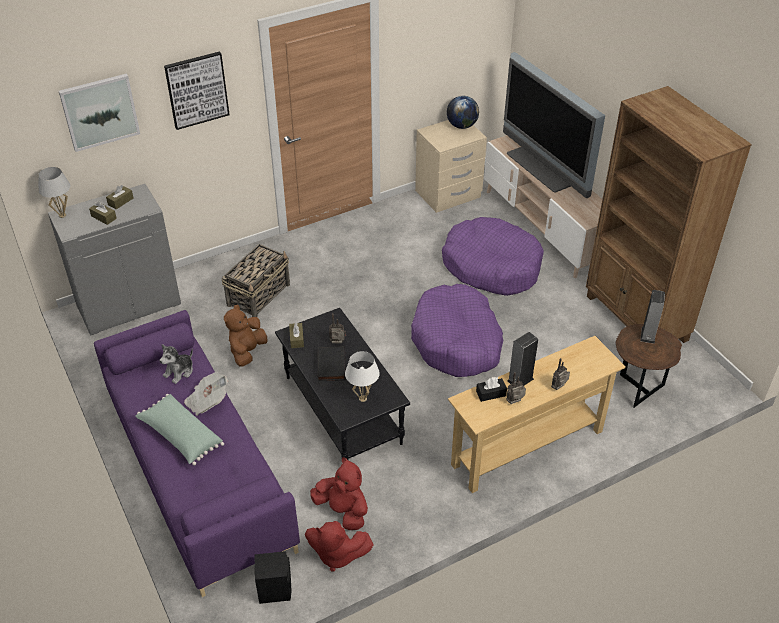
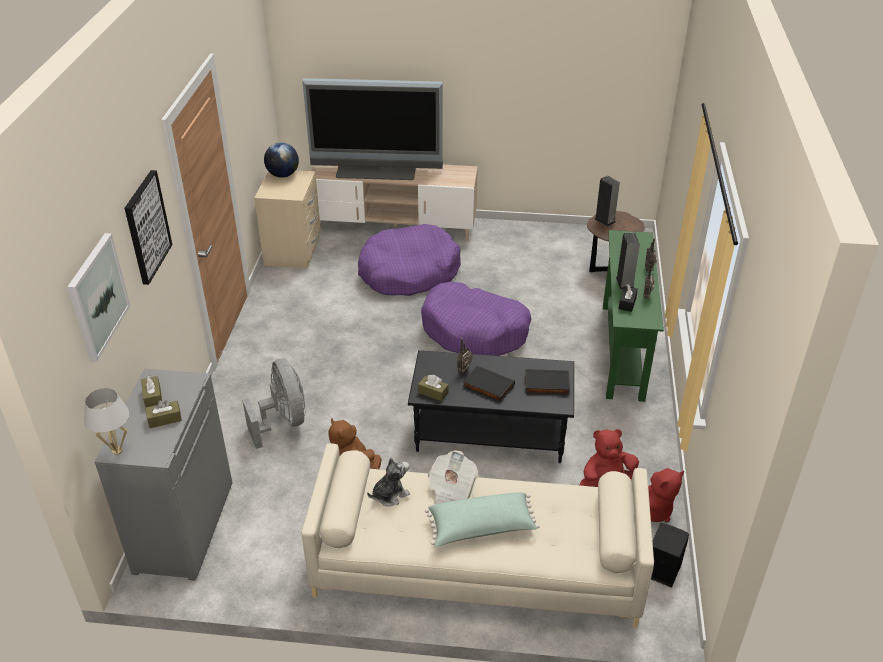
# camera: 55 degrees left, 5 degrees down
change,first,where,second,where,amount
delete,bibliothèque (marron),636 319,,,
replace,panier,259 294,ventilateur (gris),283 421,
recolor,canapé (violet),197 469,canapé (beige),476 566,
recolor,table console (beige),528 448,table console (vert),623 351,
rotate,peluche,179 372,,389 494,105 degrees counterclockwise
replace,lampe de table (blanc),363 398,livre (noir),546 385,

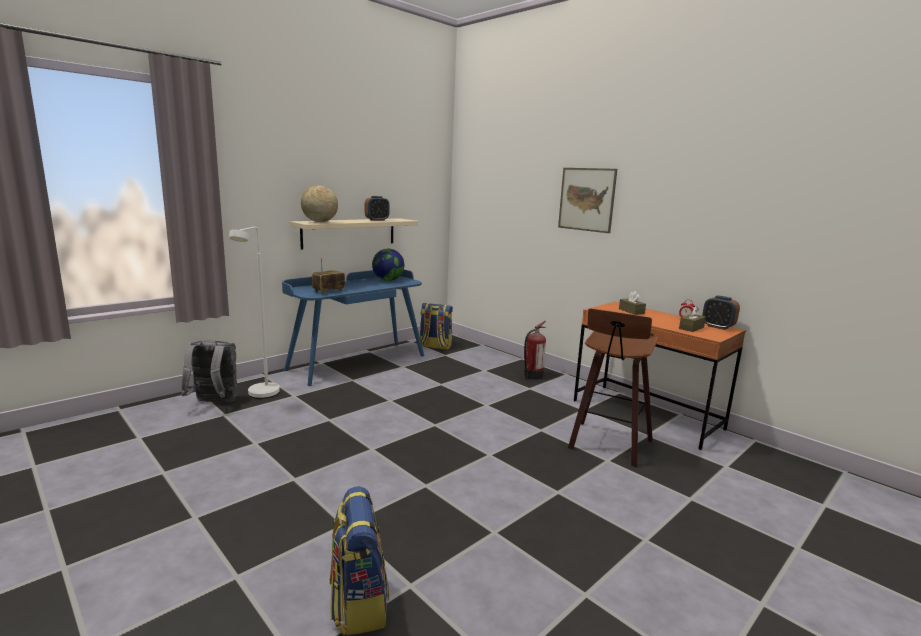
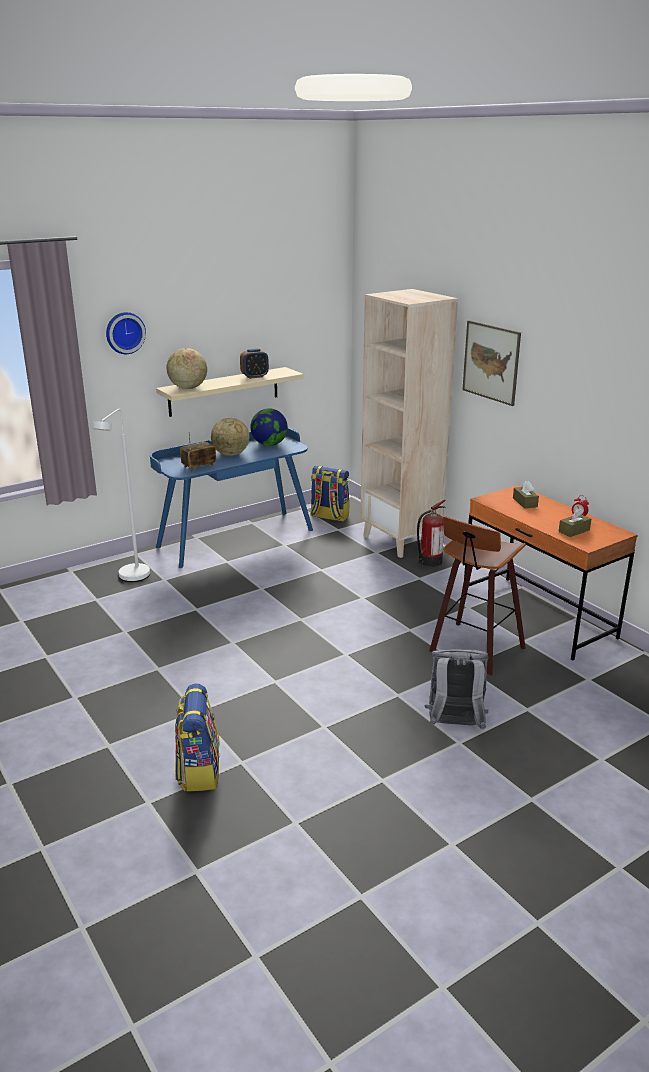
# camera: 10 degrees right, 10 degrees up
change,first,where,second,where,amount
delete,réveil,717 327,,,
move,sac à dos (gris),214 403,,454 725,
insert,,,bibliothèque (beige),401 541,
insert,,,horloge murale,124 332,
insert,,,globe,231 454,

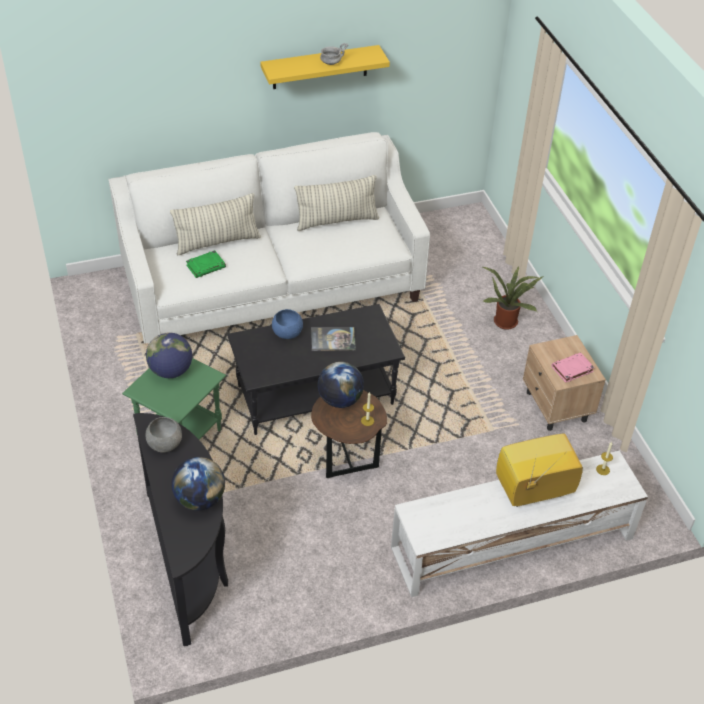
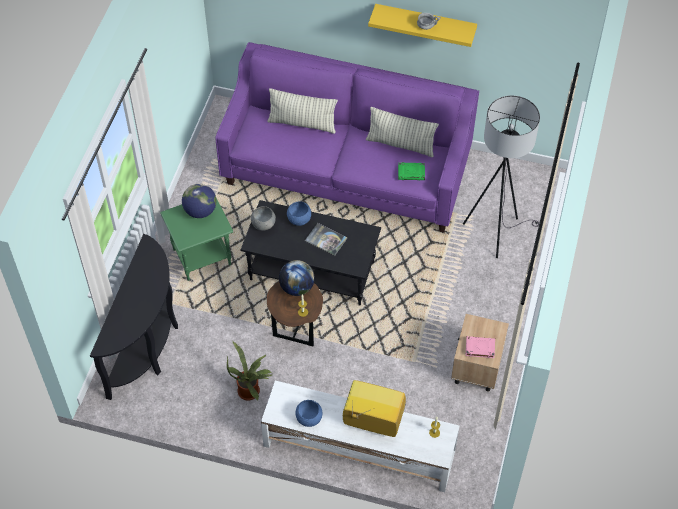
# camera: 35 degrees right, 10 degrees up
change,first,where,second,where,amount
recolor,canapé (blanc),271 286,canapé (violet),346 169,
move,livre (vert),206 266,,411 173,
move,plante en pot,506 320,,251 390,
move,bol (gris),165 444,,263 224,
delete,globe,200 499,,,
insert,,,lampadaire (gris),495 230,
insert,,,bol (bleu),309 418,

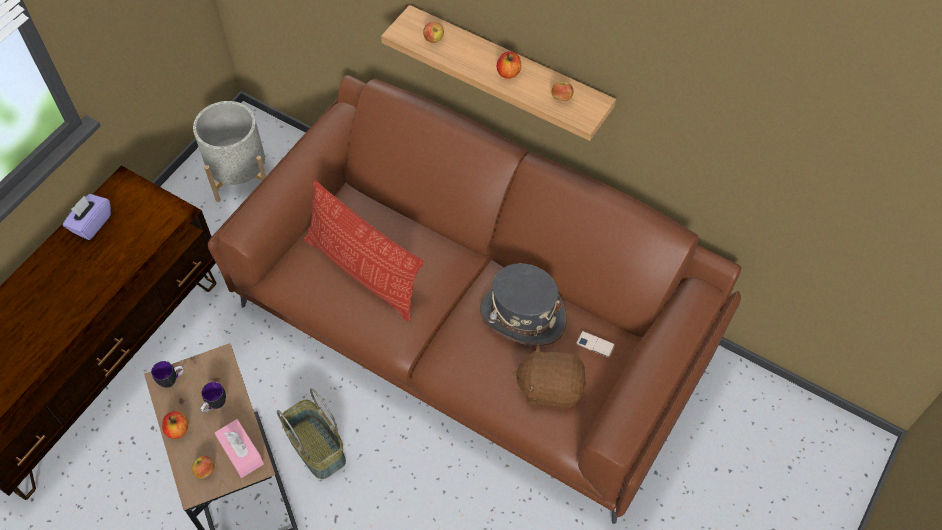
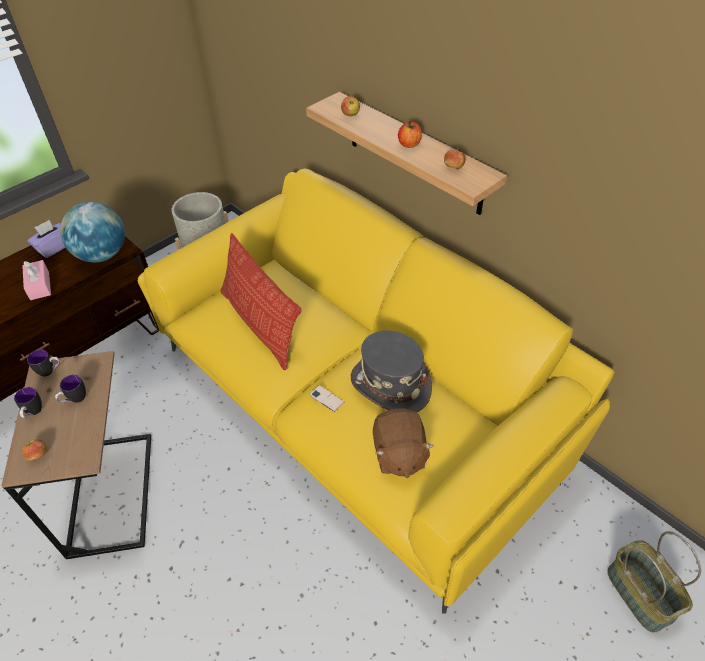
# camera: 15 degrees right, 10 degrees down
change,first,where,second,where,amount
recolor,canapé (marron),473 332,canapé (jaune),356 407,
move,téléphone,595 344,,326 398,
rotate,peluche (marron),550 387,,398 454,120 degrees counterclockwise
move,panier,318 447,,641 594,
replace,pomme,178 429,mug,33 413,
move,boîte à mouchoirs (rose),241 452,,39 285,
insert,,,globe,102 254,

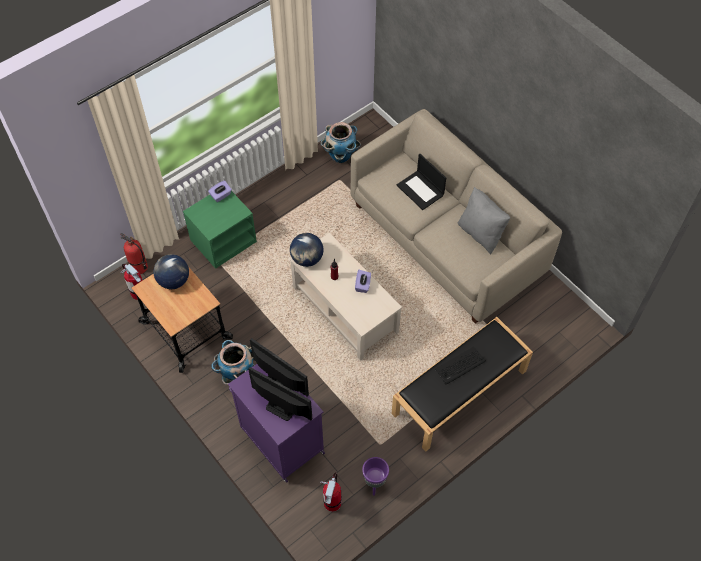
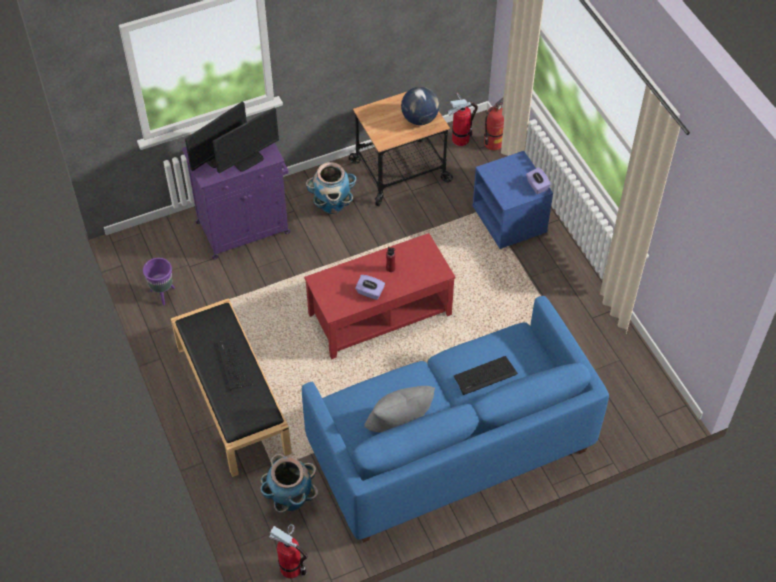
# camera: 105 degrees right, 5 degrees down
change,first,where,second,where,amount
recolor,canapé (beige),446 239,canapé (bleu),449 446,
move,cache-pot,340 156,,290 499,
replace,ordinateur portable,421 190,clavier,485 376,
recolor,table de chevet (vert),223 240,table de chevet (bleu),510 220,
delete,globe,307 259,,,
recolor,table basse (beige),345 309,table basse (rouge),380 315,
move,extincteur,332 502,,291 568,

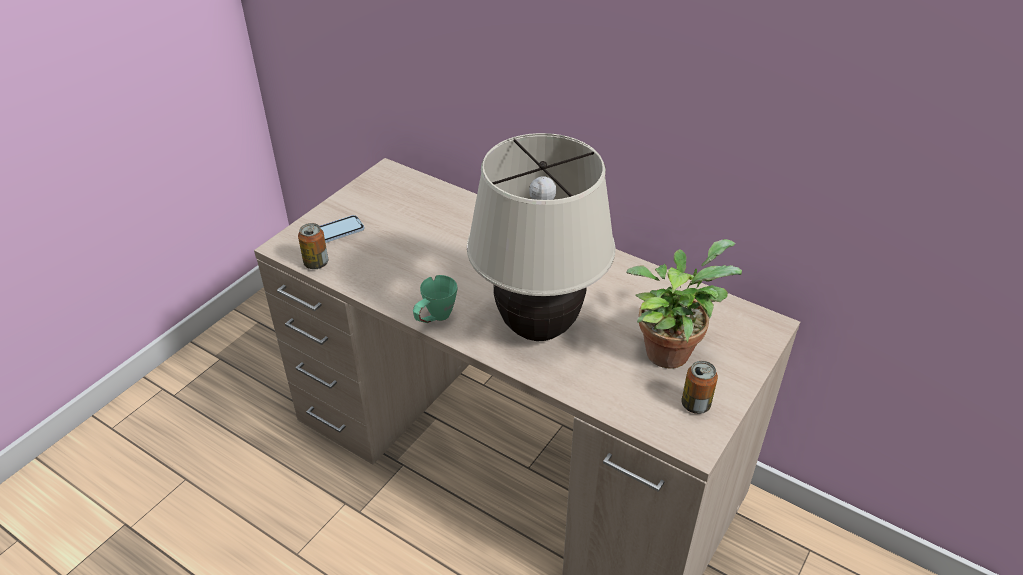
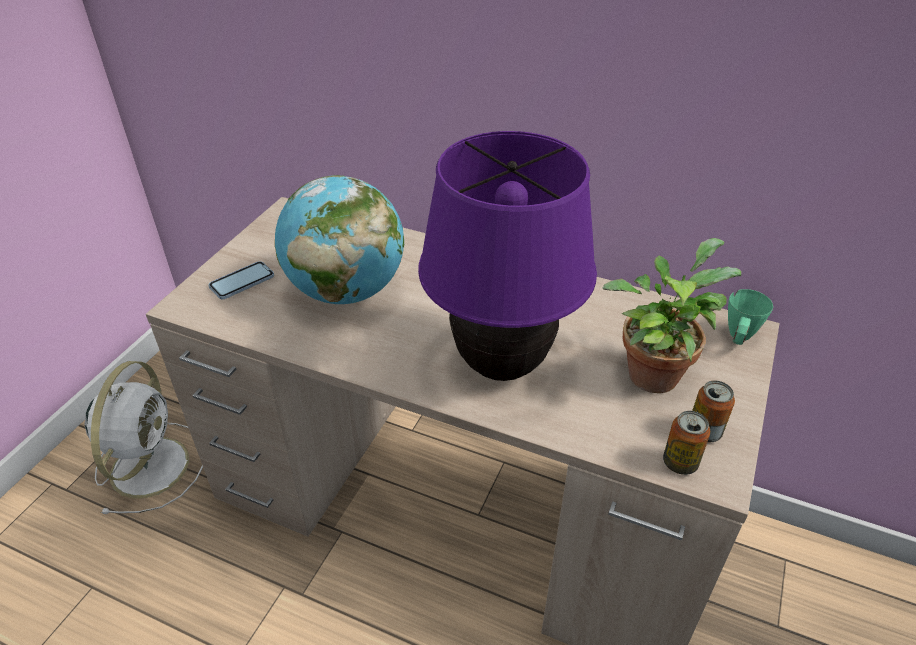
# camera: 10 degrees left, 0 degrees up
change,first,where,second,where,amount
recolor,lampe de table (beige),537 328,lampe de table (violet),500 365,
move,boîte métallique,316 263,,680 462,
move,mug (vert),435 319,,738 340,
insert,,,globe,346 291,
insert,,,ventilateur (blanc),151 464,

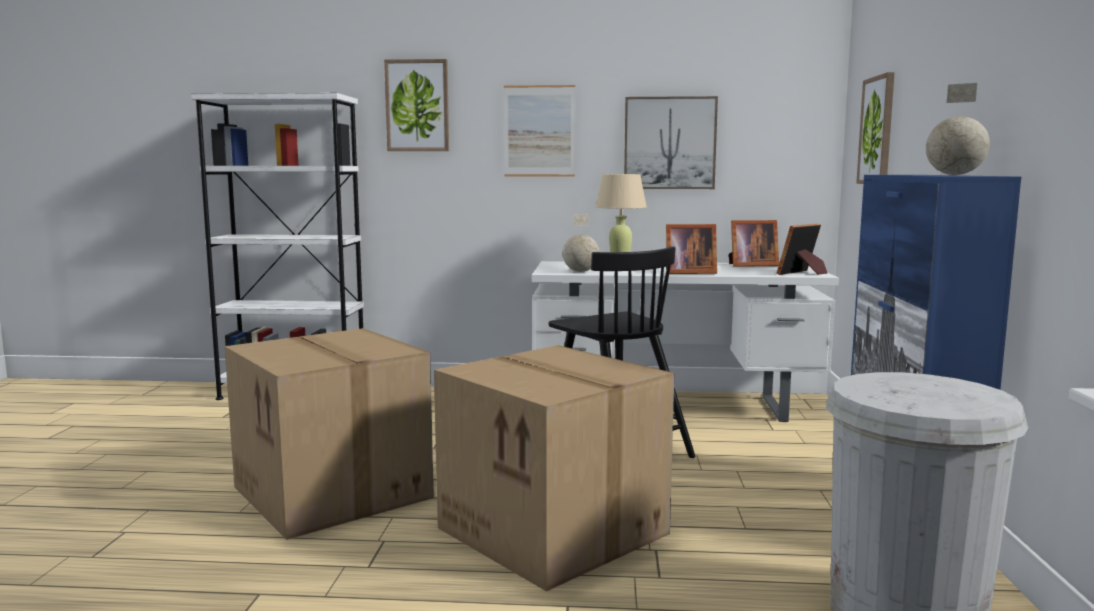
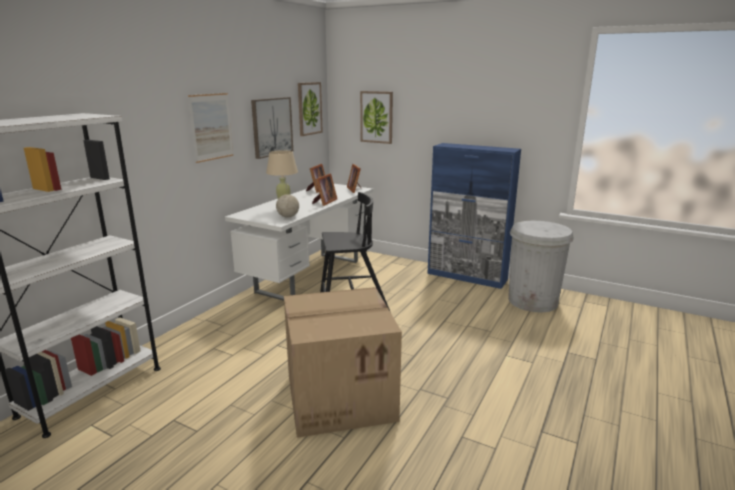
# camera: 65 degrees left, 10 degrees up
change,first,where,second,where,amount
move,tableau,417 106,,309 108,
delete,globe,955 175,,,
delete,carton,556 531,,,

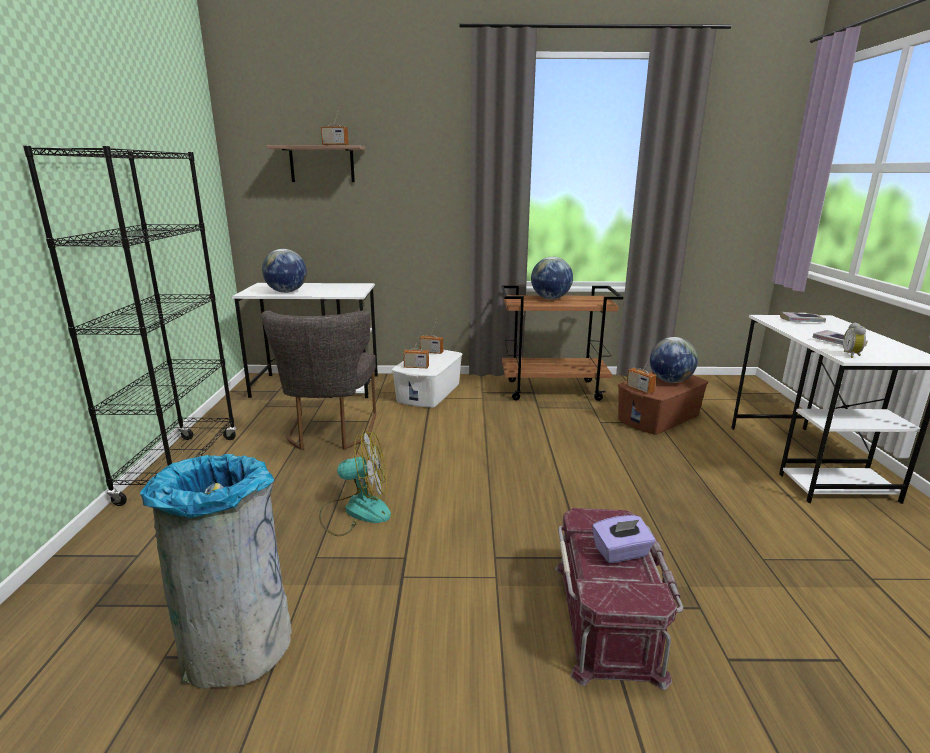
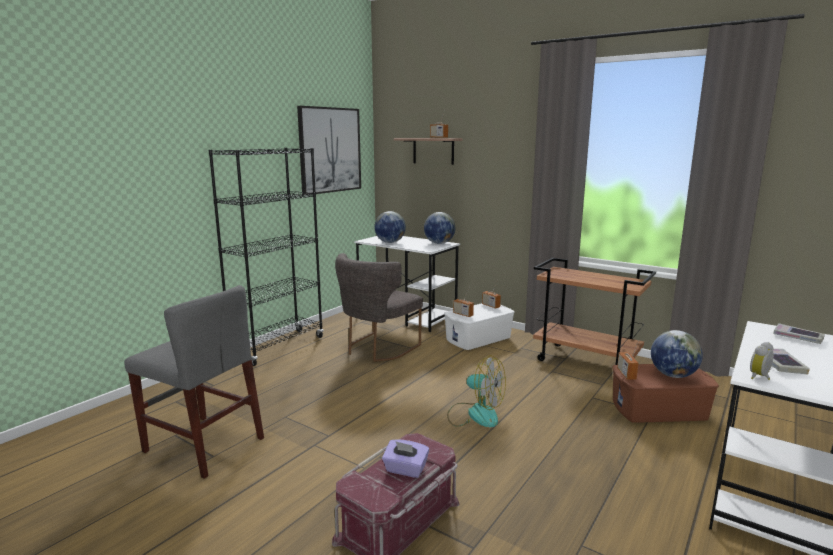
# camera: 35 degrees right, 5 degrees down
change,first,where,second,where,amount
move,globe,550 298,,439 243,
move,ventilateur,356 511,,475 414,
replace,poubelle (gris),238 648,chaise (gris),204 445,
insert,,,tableau,330 150,

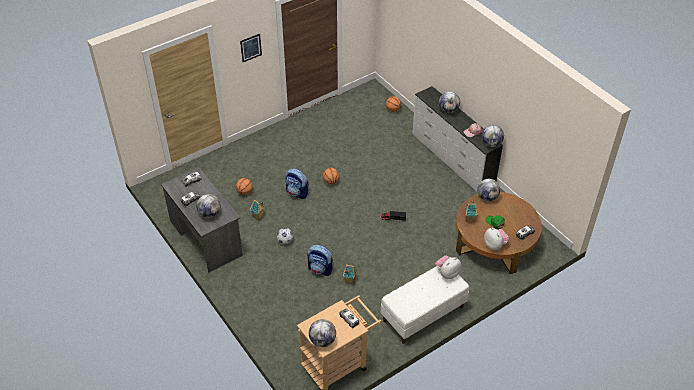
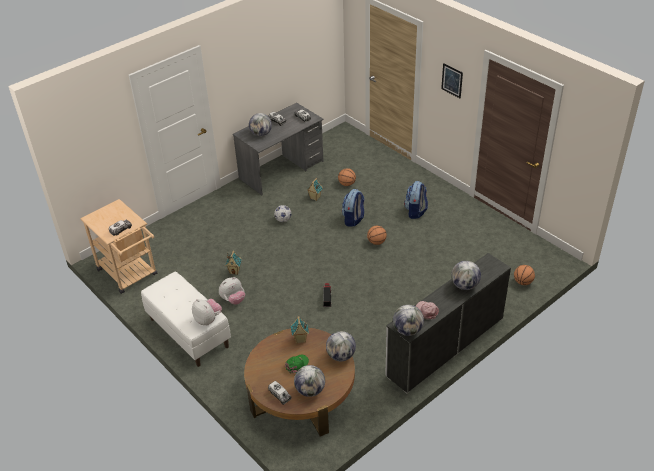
# camera: 85 degrees right, 5 degrees down
change,first,where,second,where,amount
move,peluche,495 245,,233 300,
move,sac à dos,320 269,,416 211,
move,globe,322 340,,310 390,

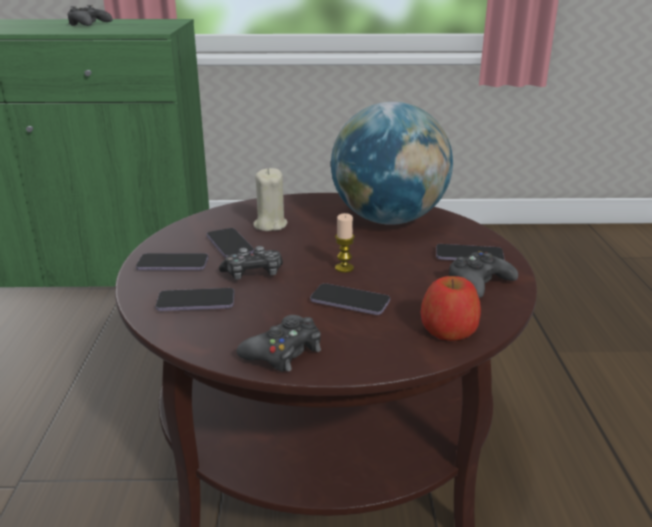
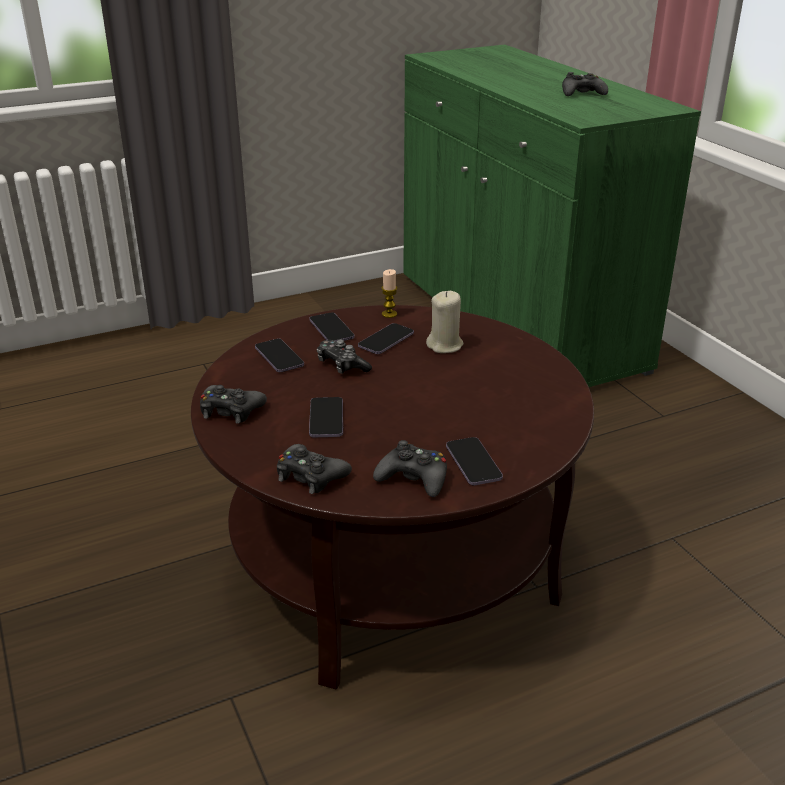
# camera: 65 degrees right, 5 degrees up
change,first,where,second,where,amount
delete,globe,388 220,,,
move,bougie,344 268,,389 314,
replace,pomme,449 329,manette (noir),310 476,

